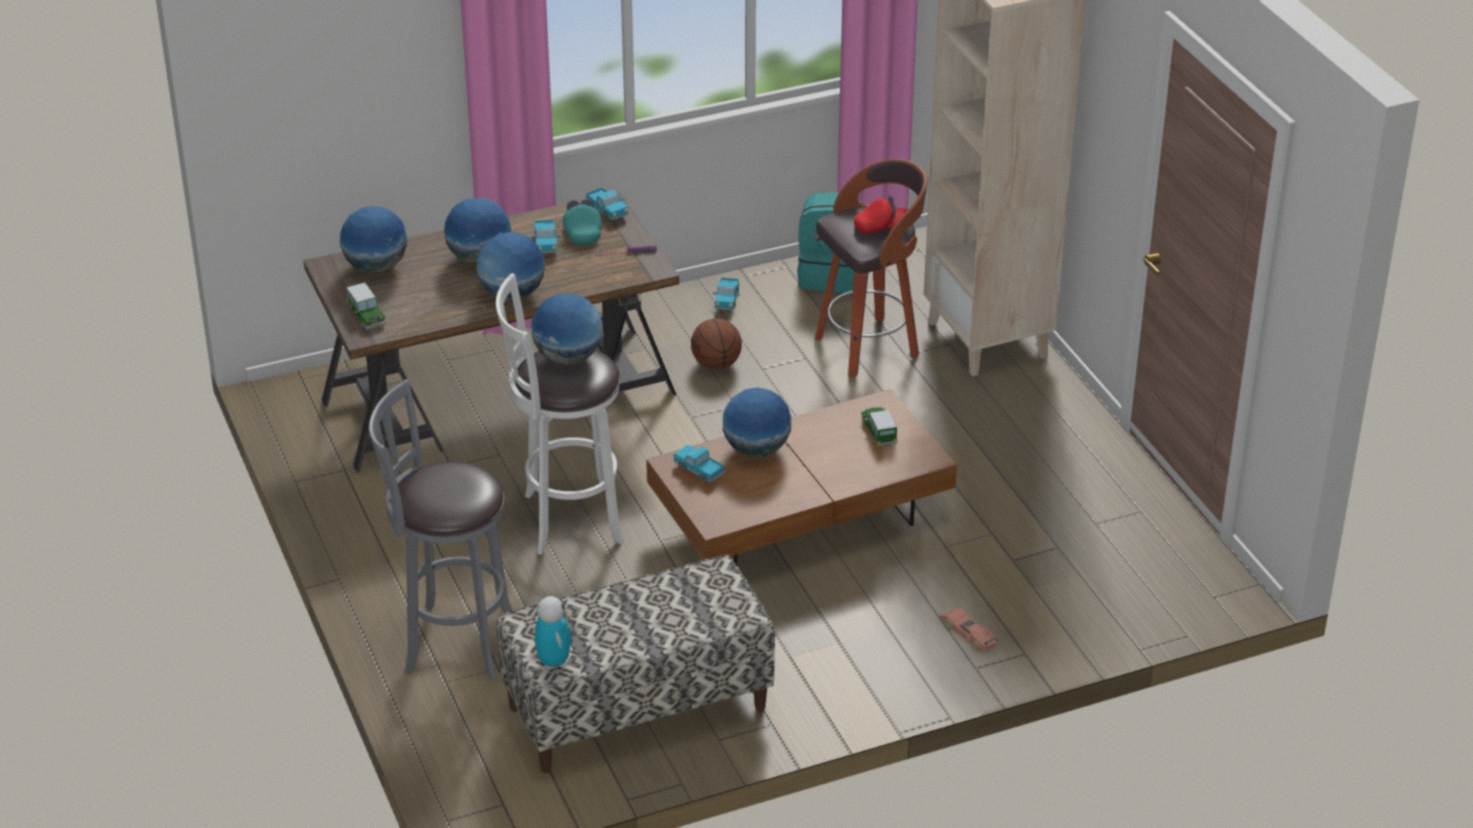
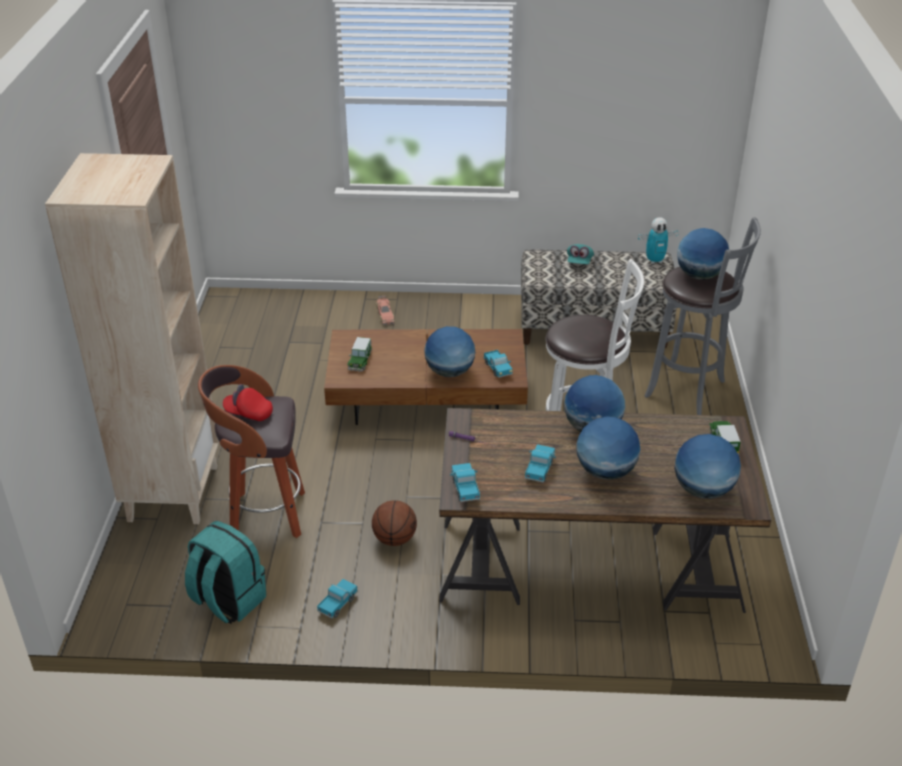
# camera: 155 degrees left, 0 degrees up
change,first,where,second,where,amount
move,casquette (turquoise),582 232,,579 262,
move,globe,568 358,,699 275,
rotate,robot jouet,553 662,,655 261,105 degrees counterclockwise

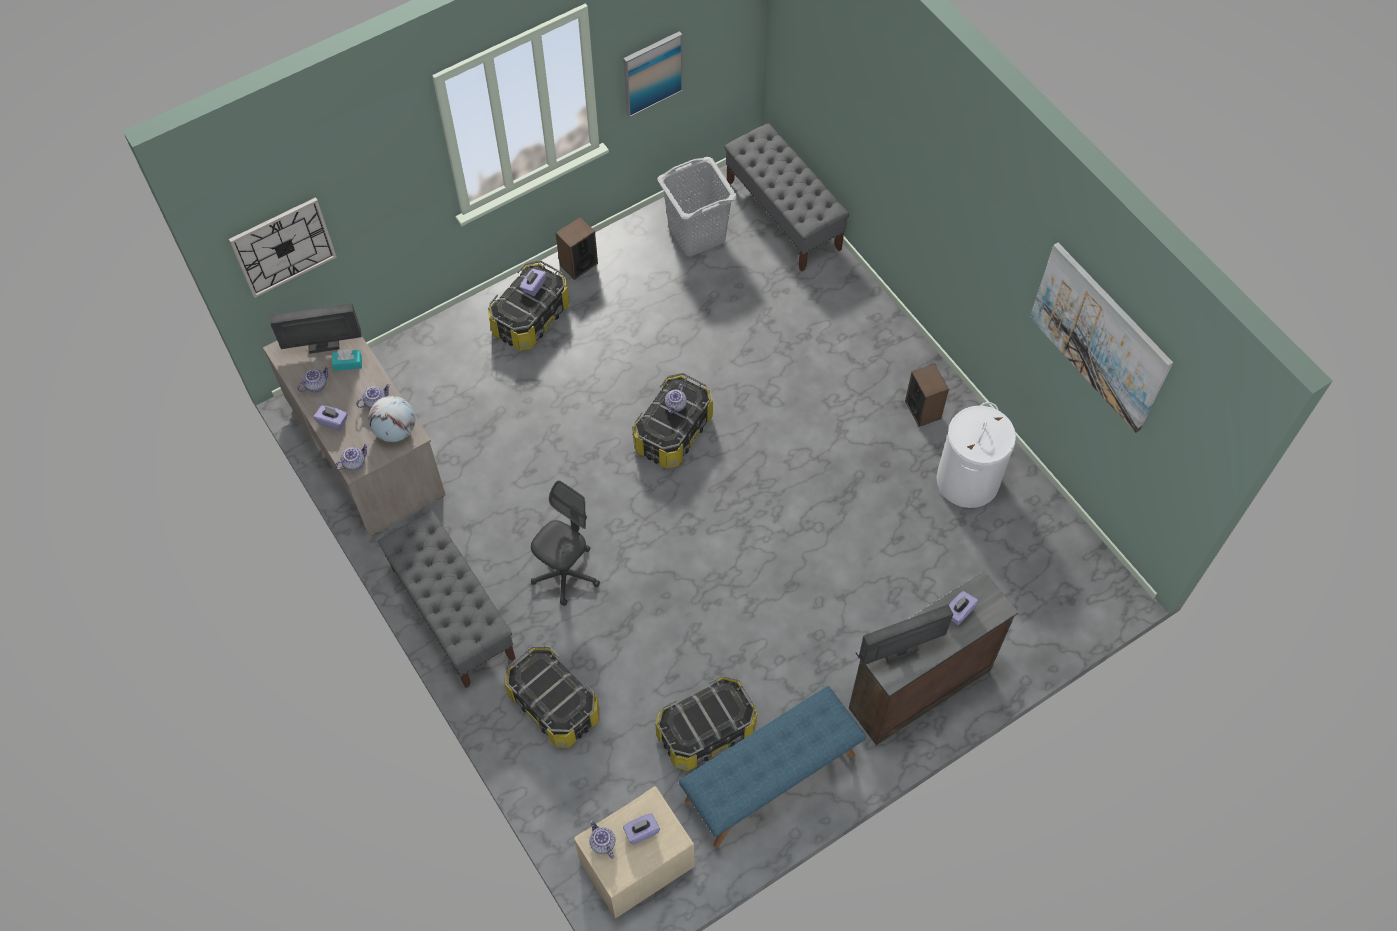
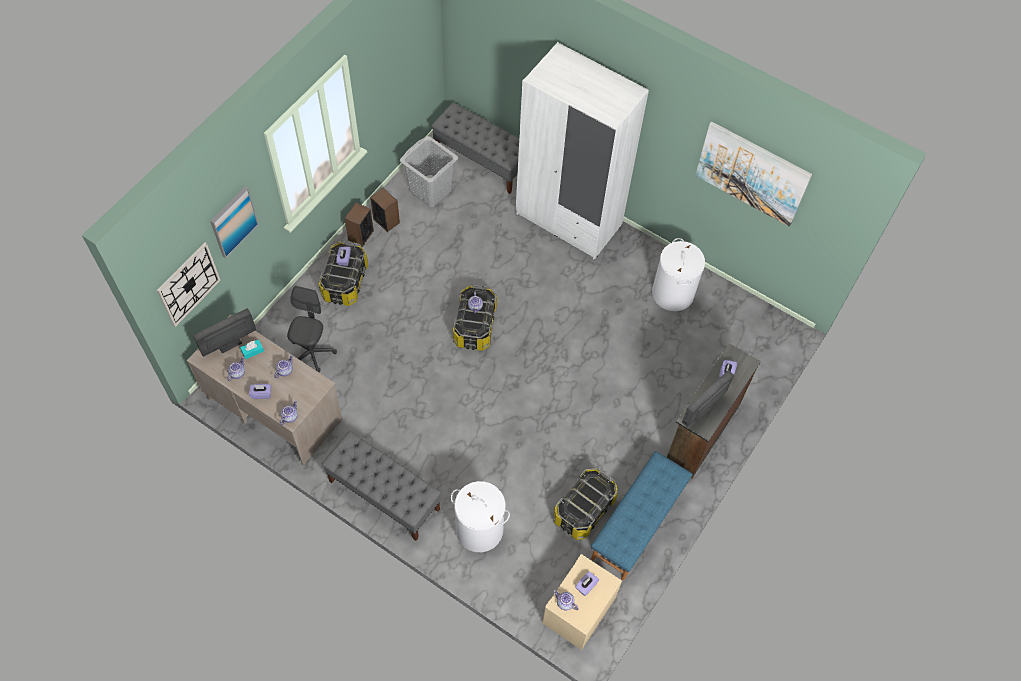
# camera: 25 degrees left, 0 degrees up
change,first,where,second,where,amount
move,tableau,652 73,,233 221,
move,enceinte,923 410,,386 220,
delete,globe,396 430,,,
move,chaise de bureau (gris),566 574,,312 353,
replace,boîte de rangement,555 704,panier à linge (blanc),479 529,
insert,,,armoire (blanc),568 220,

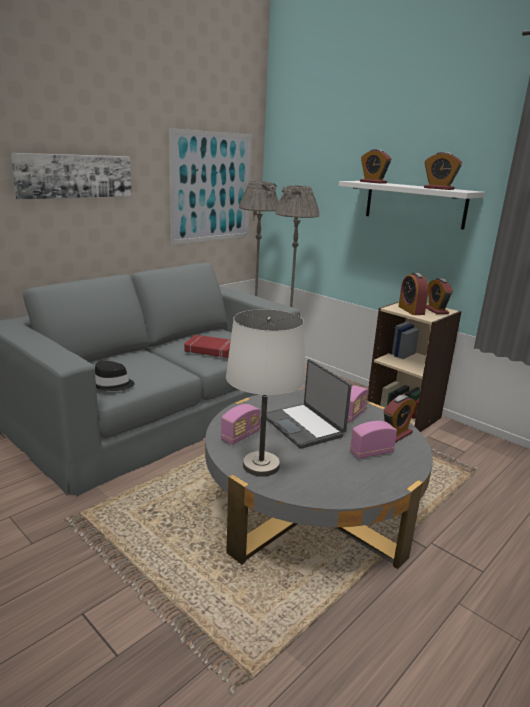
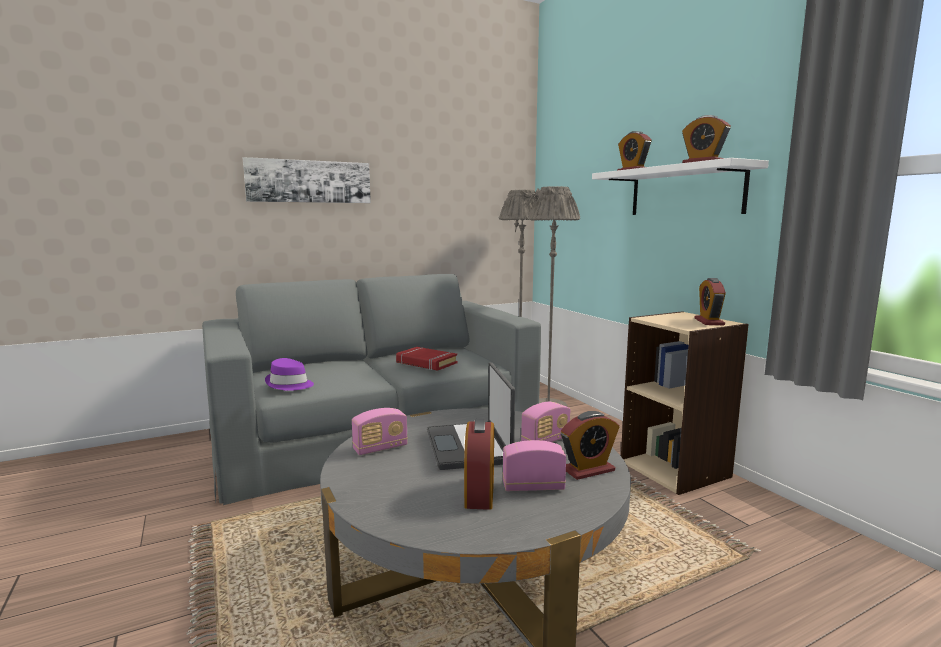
# camera: 20 degrees right, 10 degrees down
change,first,where,second,where,amount
delete,tableau,212 187,,,
move,réveil,411 310,,479 492,
delete,lampe de table (blanc),261 465,,,
recolor,chapeau (noir),111 384,chapeau (violet),289 384,

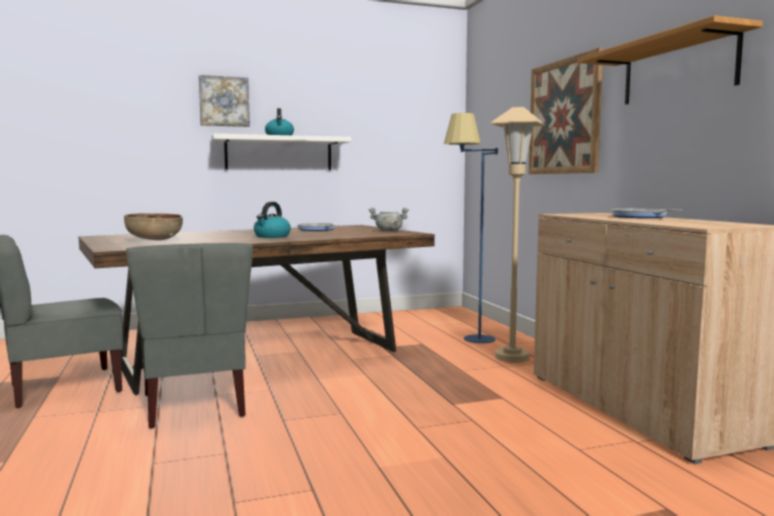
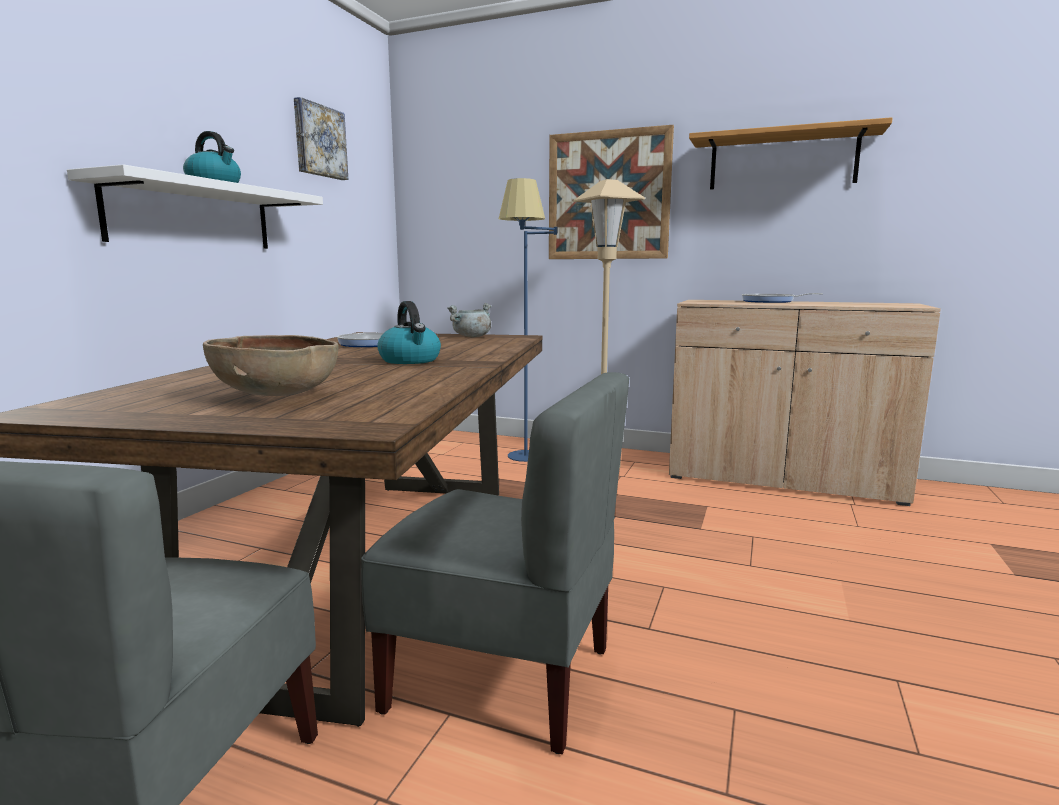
# camera: 50 degrees left, 5 degrees up
change,first,where,second,where,amount
move,tableau,224 101,,319 141,

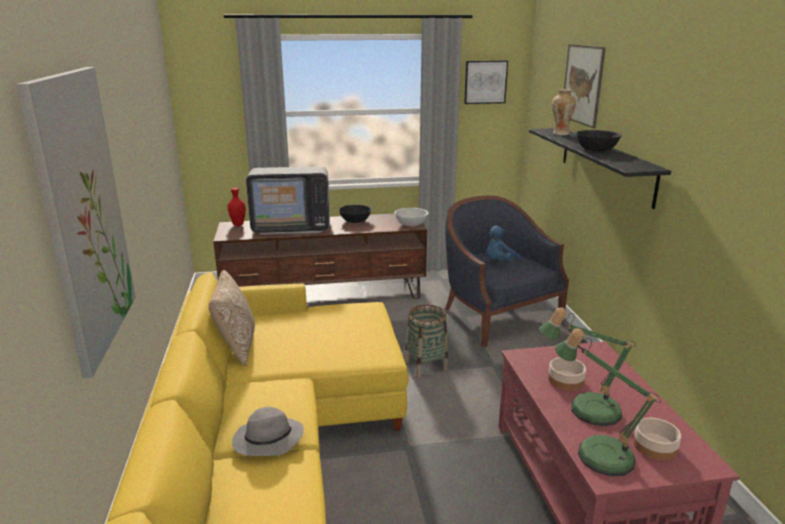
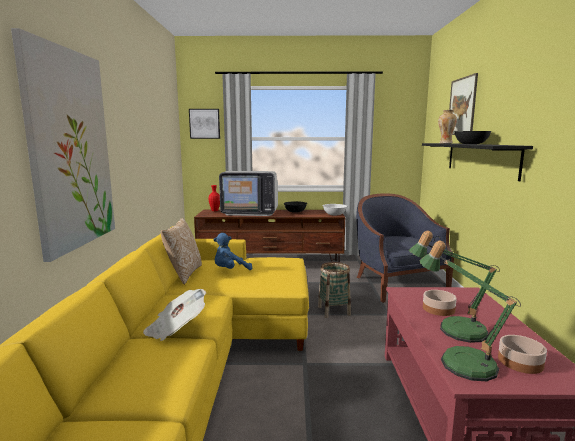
# camera: 10 degrees right, 10 degrees down
change,first,where,second,where,amount
move,tableau,485 82,,204 123,
move,peluche (bleu),499 262,,230 270,
replace,chapeau (gris),267 441,journal,176 329,

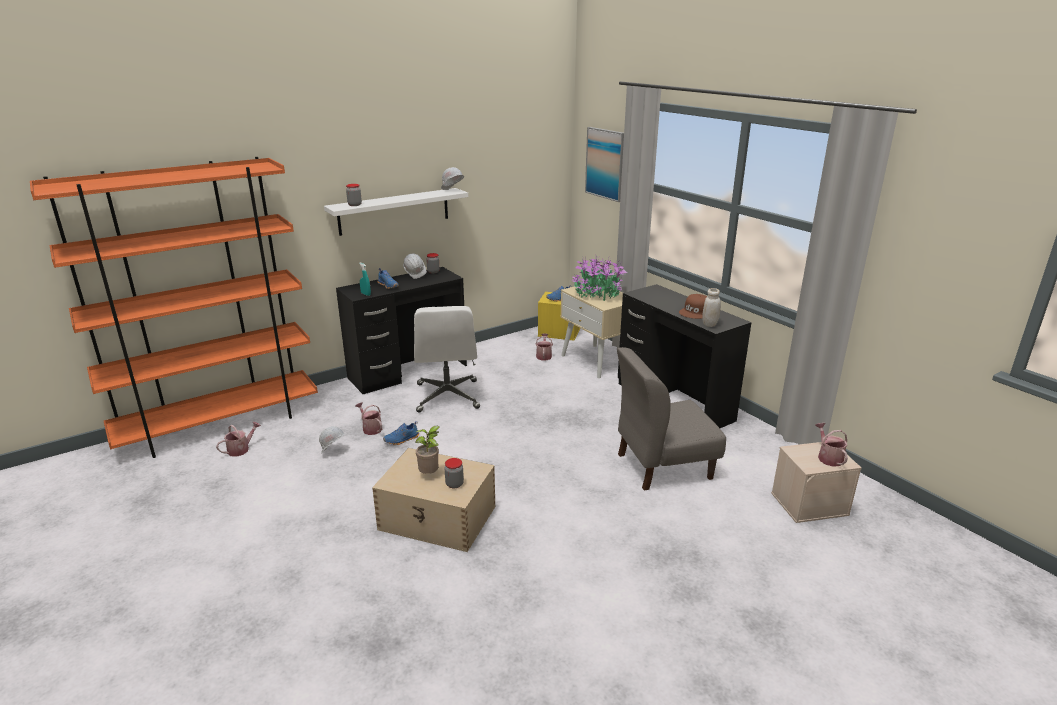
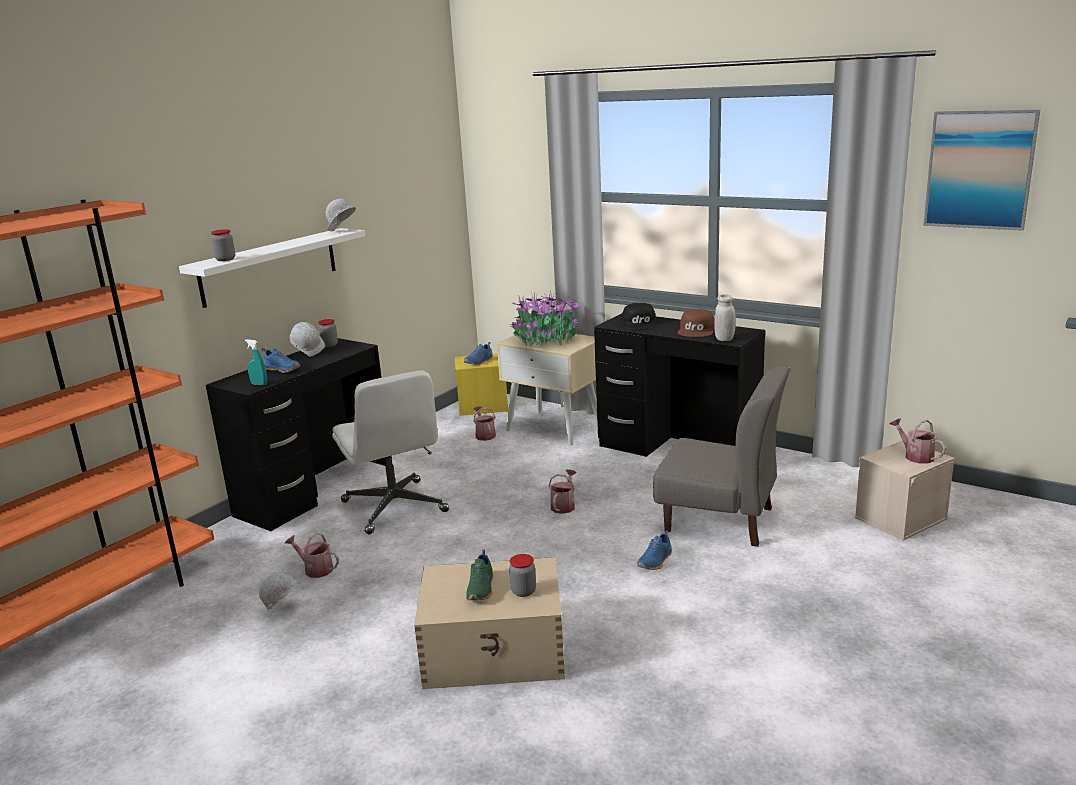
# camera: 20 degrees left, 5 degrees down
change,first,where,second,where,amount
move,tableau,606 163,,979 169,
rotate,chaise (gris),663 466,,720 519,120 degrees counterclockwise
move,chaussure (bleu),402 440,,656 561,
move,arrosoir,241 449,,564 505,
replace,plante en pot,430 474,chaussure (vert),481 589,
insert,,,casquette (noir),640 323,

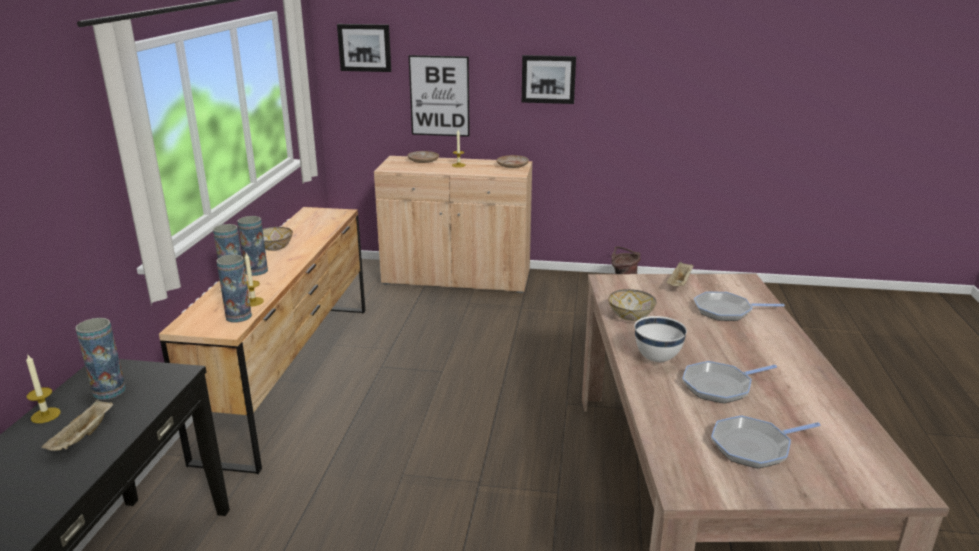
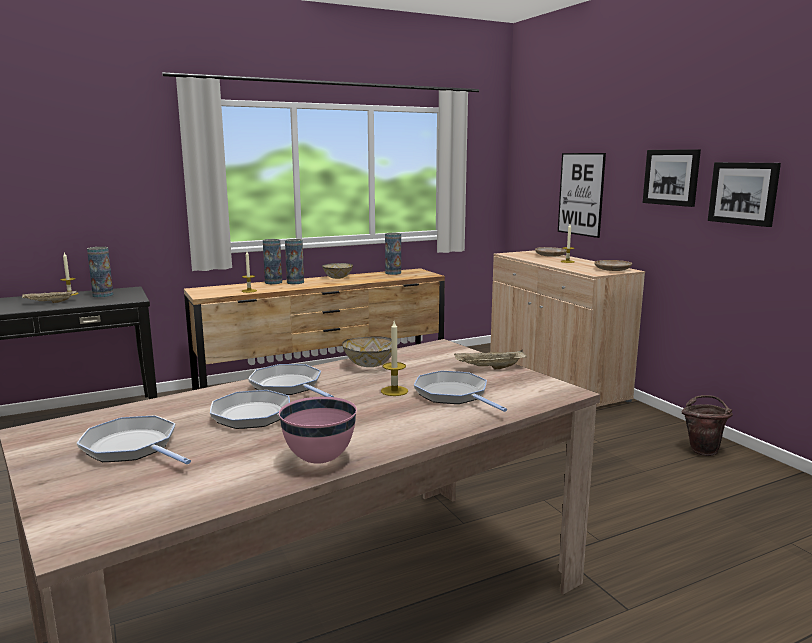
# camera: 55 degrees right, 10 degrees down
change,first,where,second,where,amount
move,tableau,365 47,,743 193,
move,vase,238 316,,393 273,
replace,bol (blanc),657 359,poêle,288 386,
insert,,,bougie,394 391,
insert,,,bol (rose),319 459,

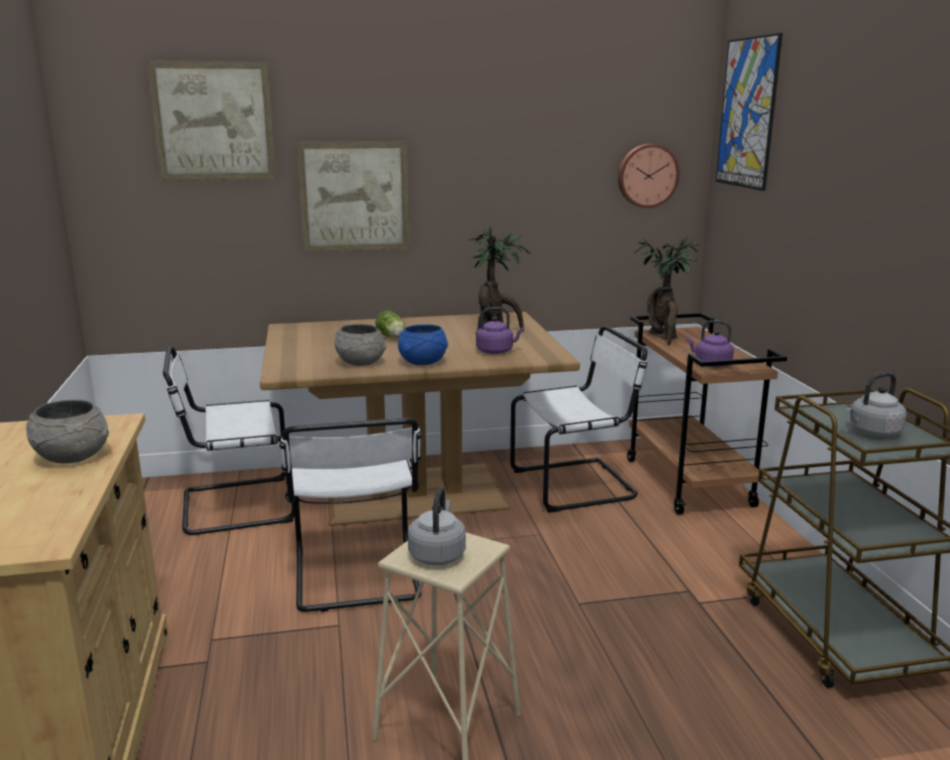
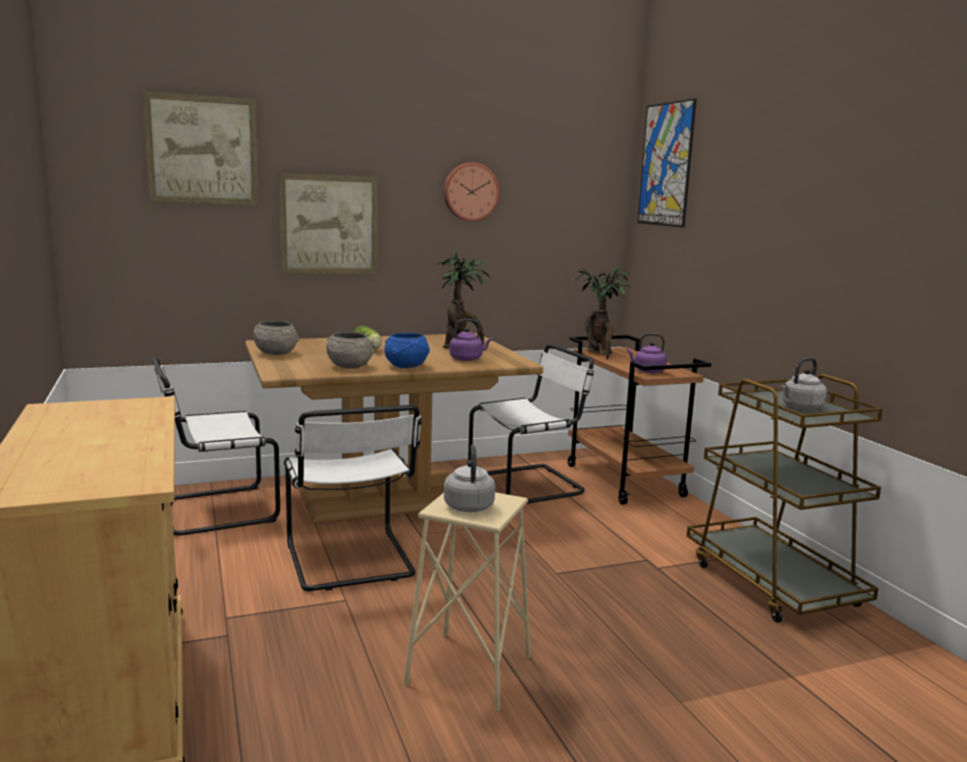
# camera: 10 degrees left, 5 degrees down
change,first,where,second,where,amount
move,horloge murale,647 175,,470 192,
move,bol (gris),72 456,,275 353,

